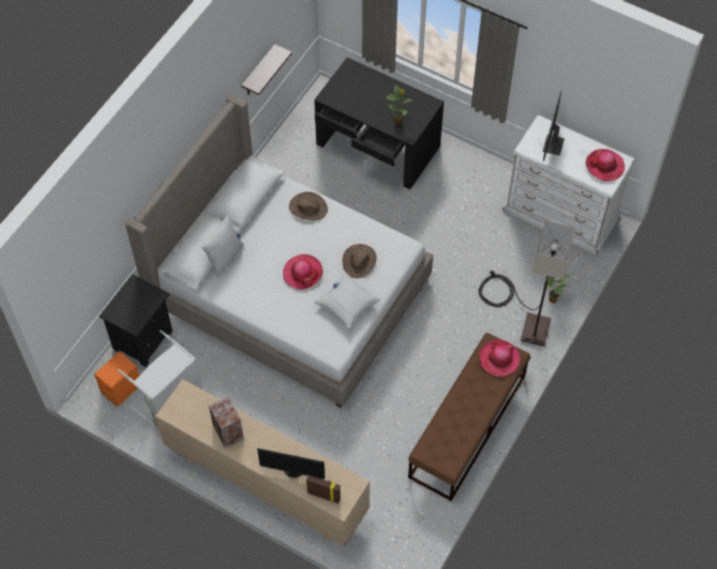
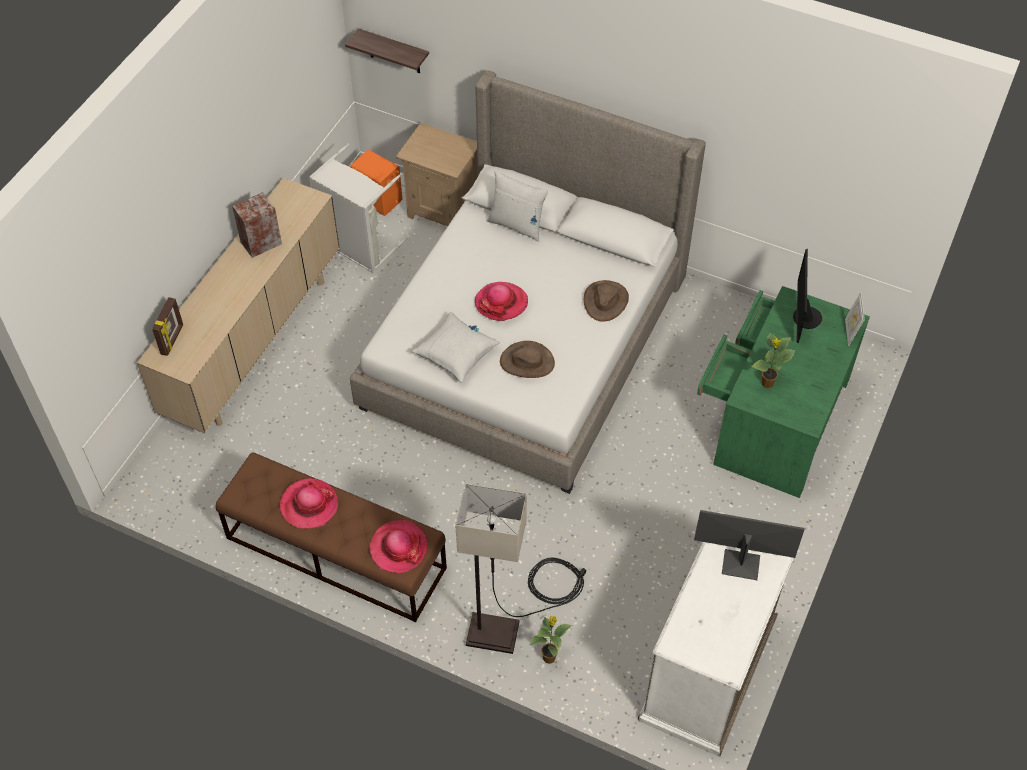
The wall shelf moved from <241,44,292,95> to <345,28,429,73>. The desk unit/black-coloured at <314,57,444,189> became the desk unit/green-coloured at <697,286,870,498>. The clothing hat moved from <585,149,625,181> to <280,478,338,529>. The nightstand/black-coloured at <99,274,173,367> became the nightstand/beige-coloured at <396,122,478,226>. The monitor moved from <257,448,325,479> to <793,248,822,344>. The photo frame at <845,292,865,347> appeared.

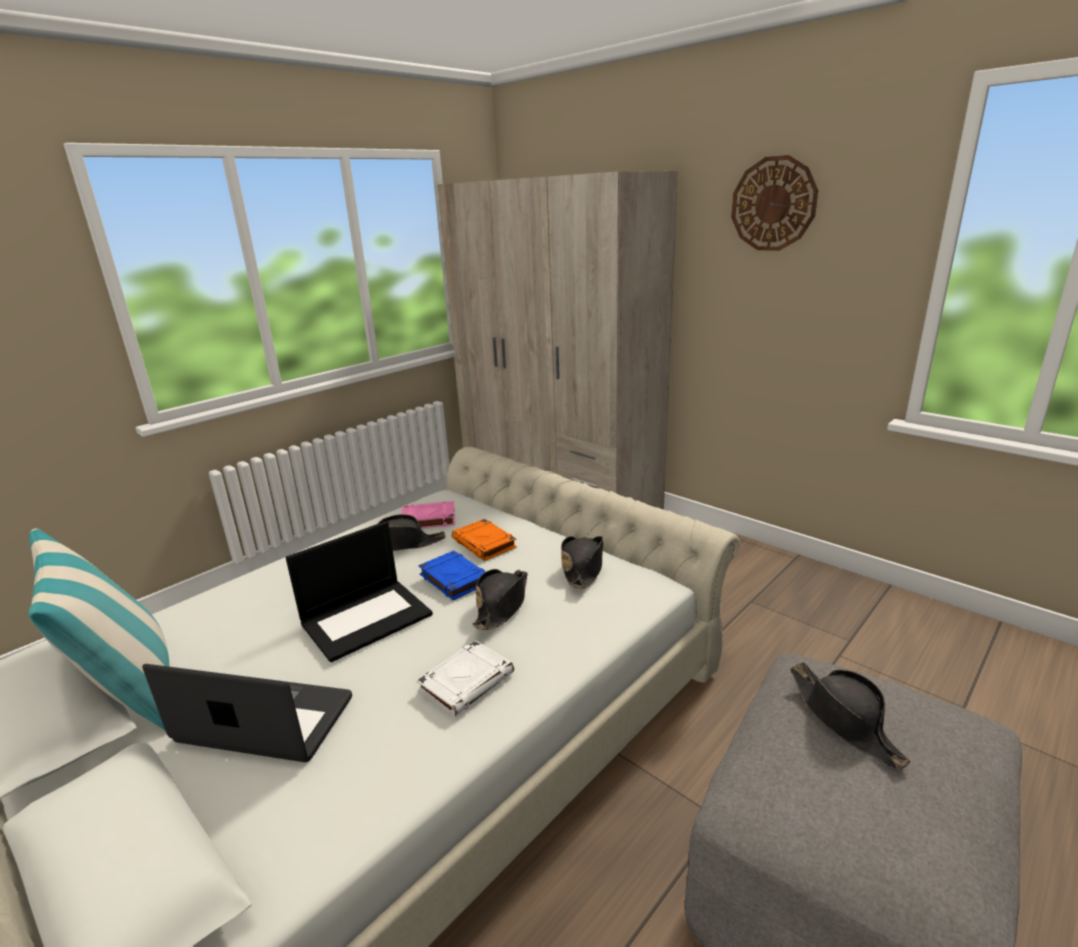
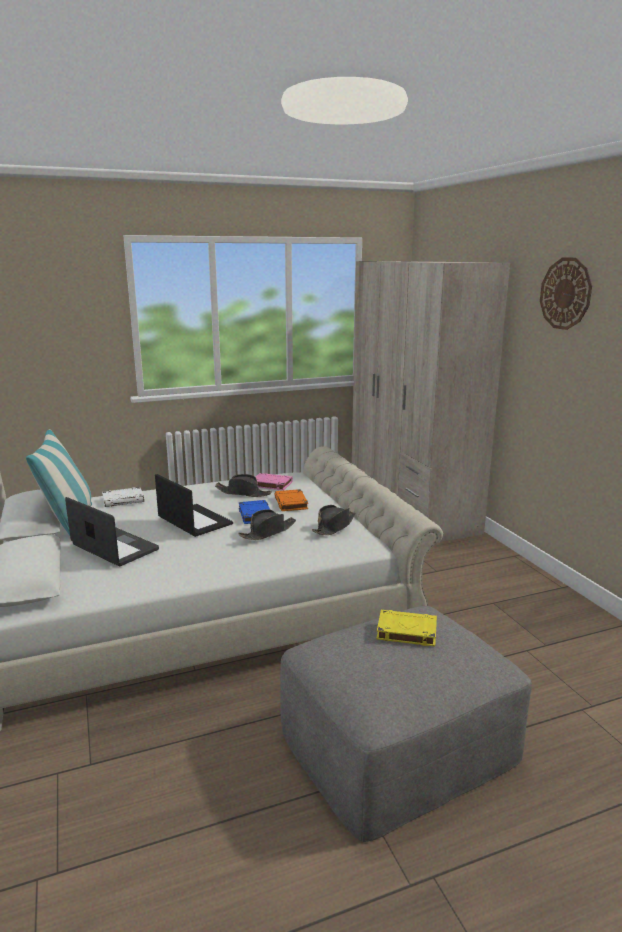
The notebook computer at <286,521,433,663> turned 120 degrees counterclockwise. The bound book/whitish moved from <416,640,514,717> to <102,487,144,507>. The clothing hat/black-coloured at <790,662,911,769> was replaced by the bound book/yellow at <376,610,437,646>.

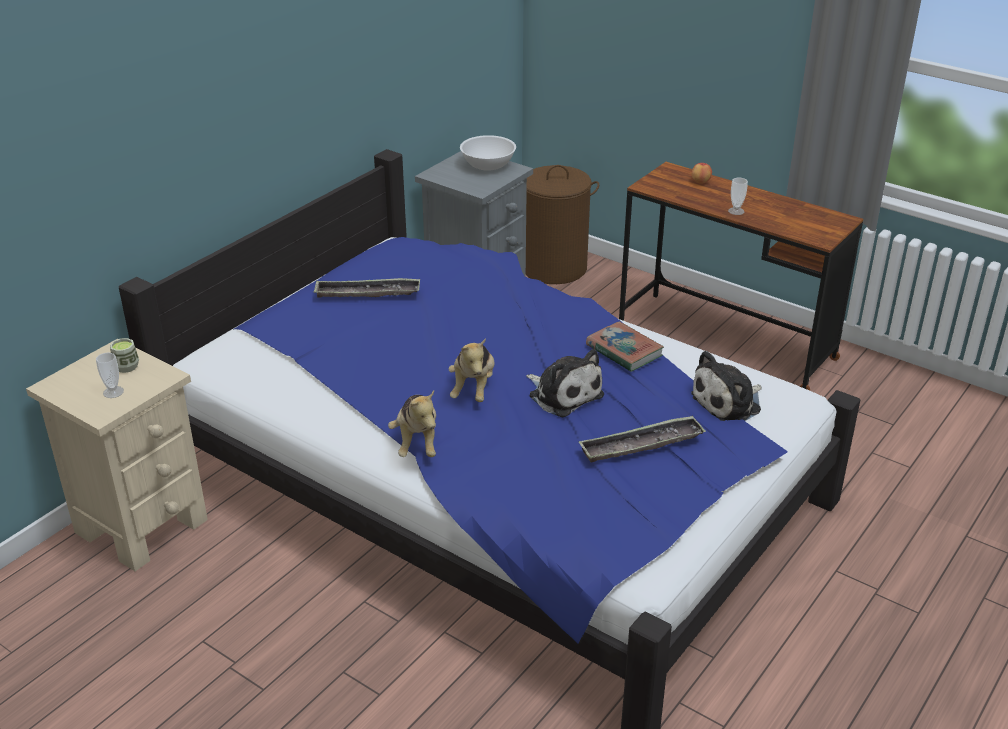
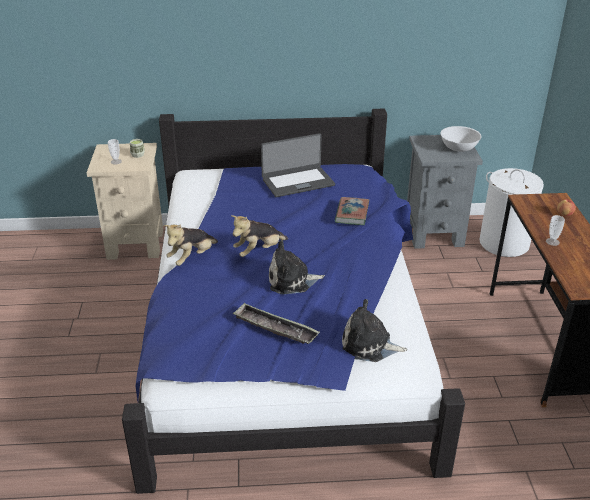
The laundry basket/brownish at <526,165,599,284> became the laundry basket/whitish at <480,168,545,257>. The tray at <313,278,420,298> was replaced by the notebook computer at <261,133,335,197>. The bound book moved from <586,321,664,372> to <335,197,369,225>. The soft toy at <526,349,604,417> turned 75 degrees clockwise.

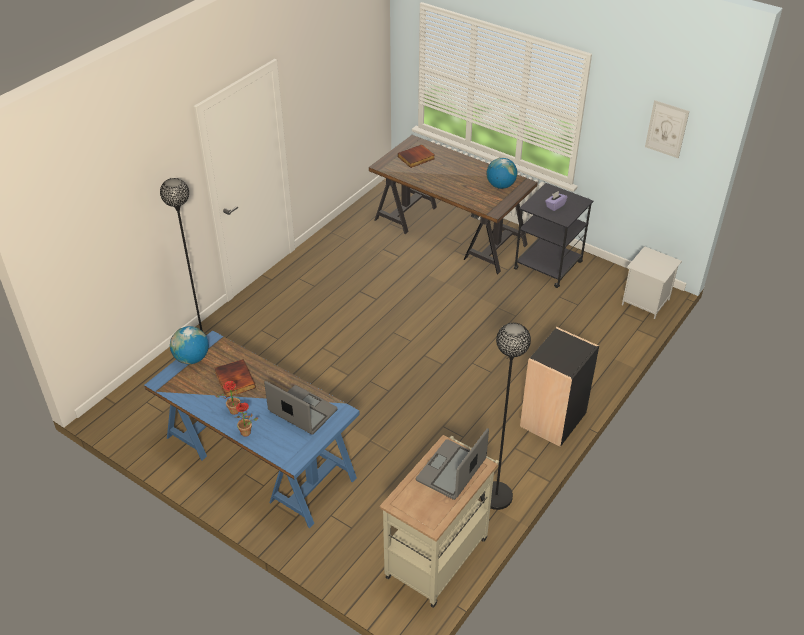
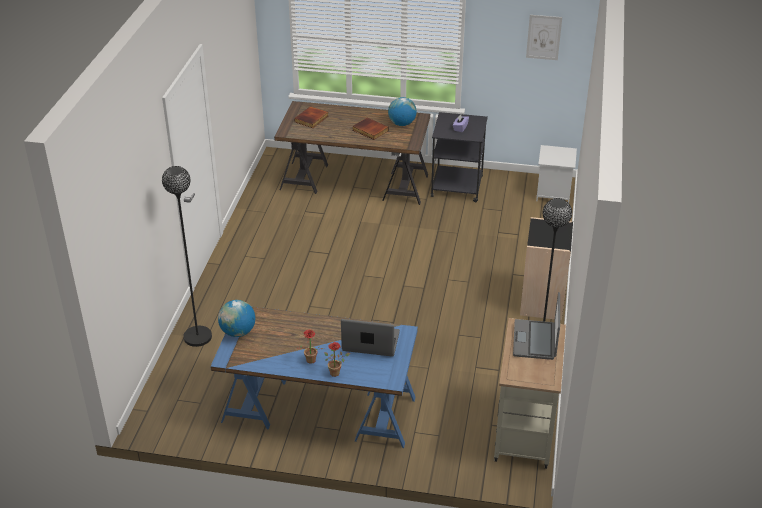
The bound book moved from <215,359,256,398> to <352,118,389,140>.

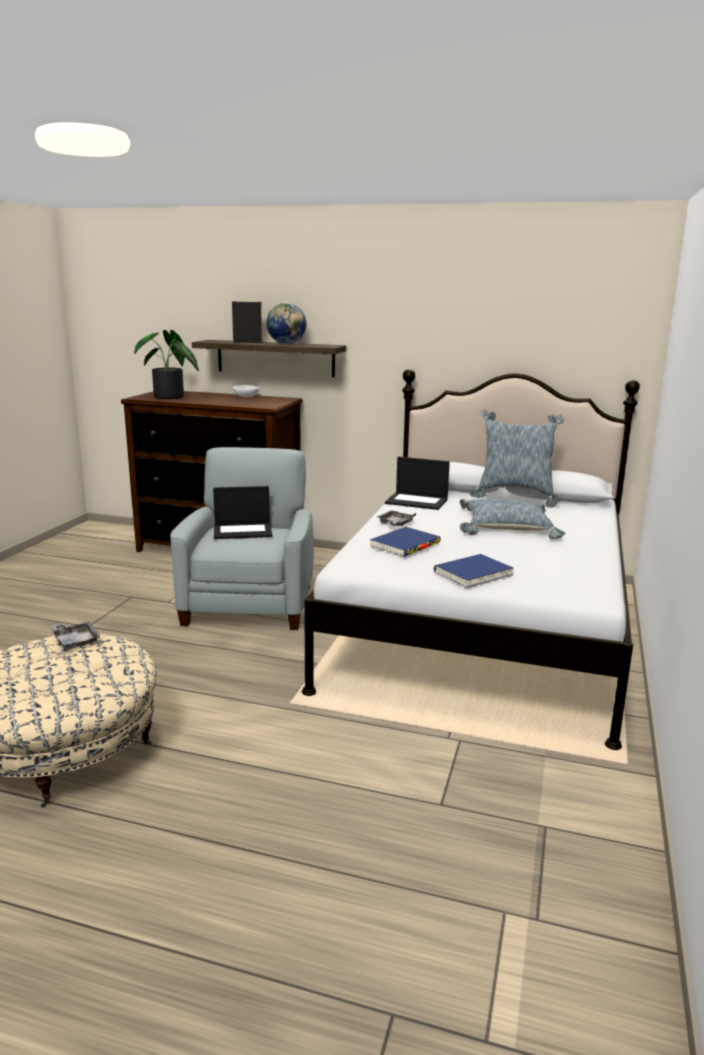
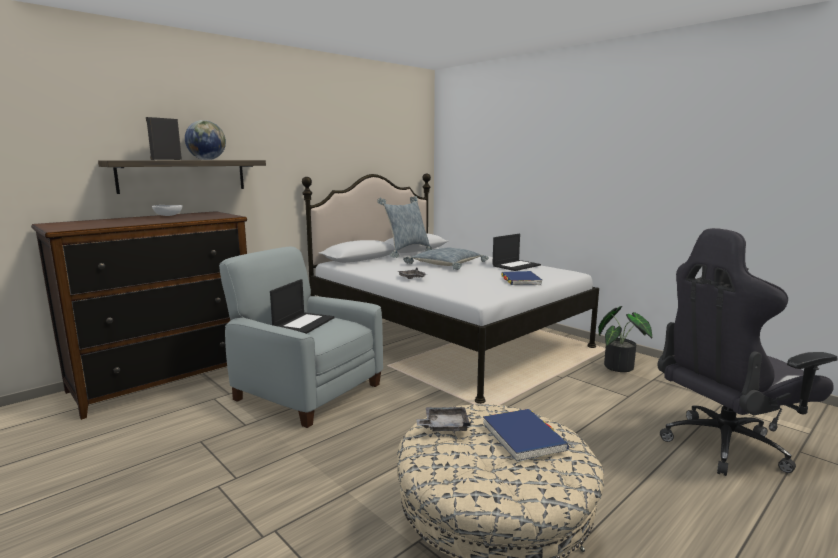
The potted plant moved from <134,330,199,399> to <598,306,652,372>. The notebook computer moved from <385,456,450,510> to <492,234,541,271>. The bound book/bluish moved from <370,527,441,557> to <483,409,569,463>. The office chair/black-coloured at <658,228,838,476> appeared.

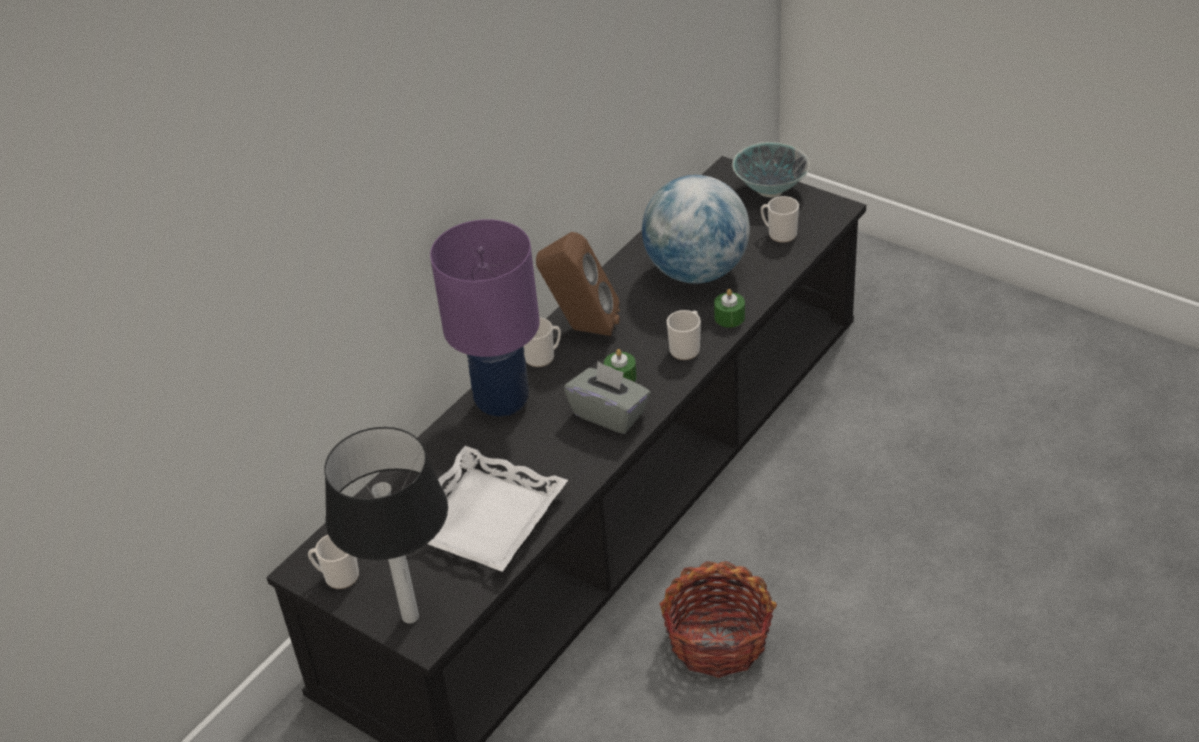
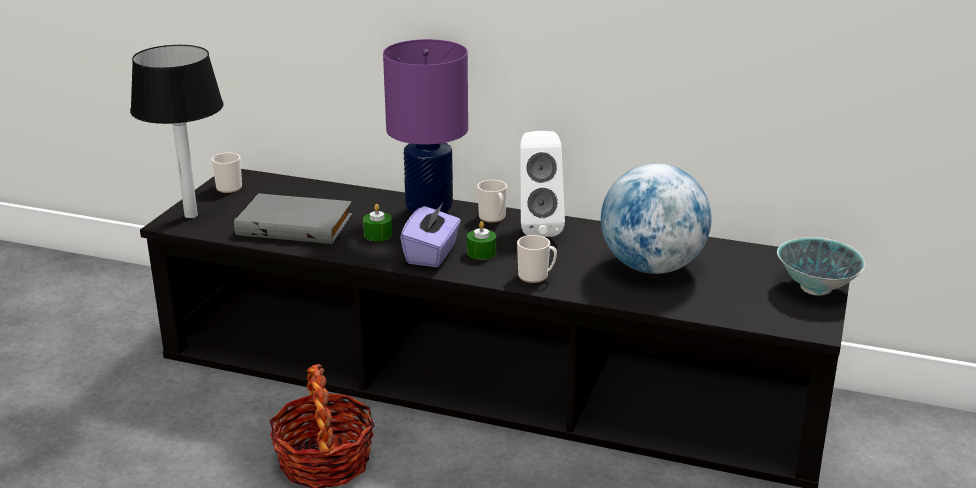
The coffee mug at <761,196,799,243> disappeared. The loudspeaker/brownish at <536,232,620,336> became the loudspeaker/whitish at <521,131,565,237>. The wax light/green-coloured moved from <714,289,745,328> to <363,204,392,241>. The box of tissues/grey at <564,361,650,434> became the box of tissues/purplish at <400,203,461,267>. The tray/whitish at <427,446,568,572> was replaced by the bound book/grey at <234,193,352,244>.

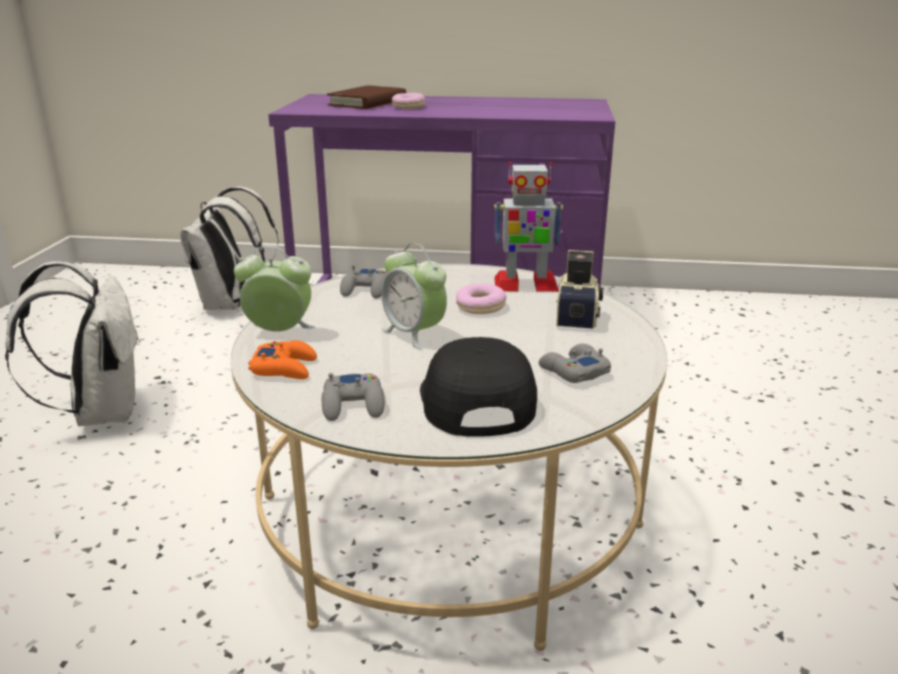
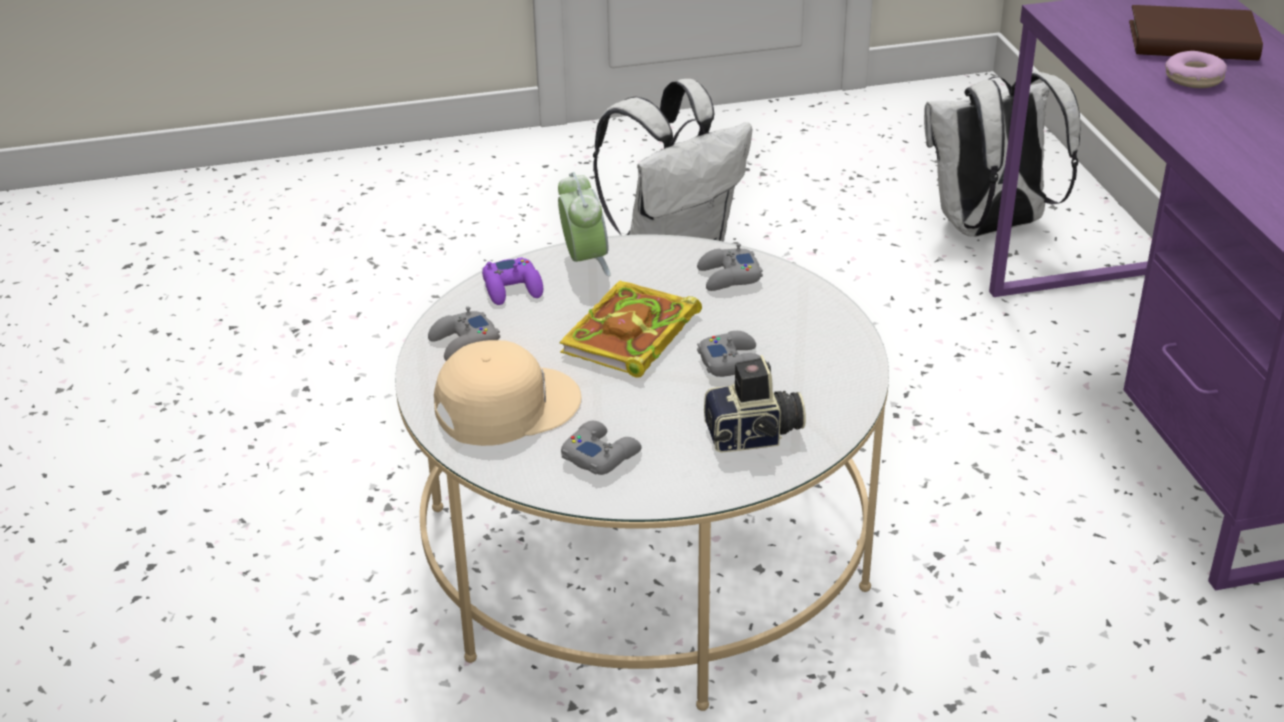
The model robot at <494,162,563,292> disappeared. The bedside clock at <381,243,447,350> was replaced by the bound book at <560,281,702,378>. The donut at <456,284,506,314> was replaced by the joypad/grey at <697,331,767,377>. The baseball cap/black-coloured at <420,337,537,437> became the baseball cap/beige-coloured at <434,340,582,446>. The joypad/orangey at <248,340,317,379> became the joypad/purplish at <482,257,543,305>.

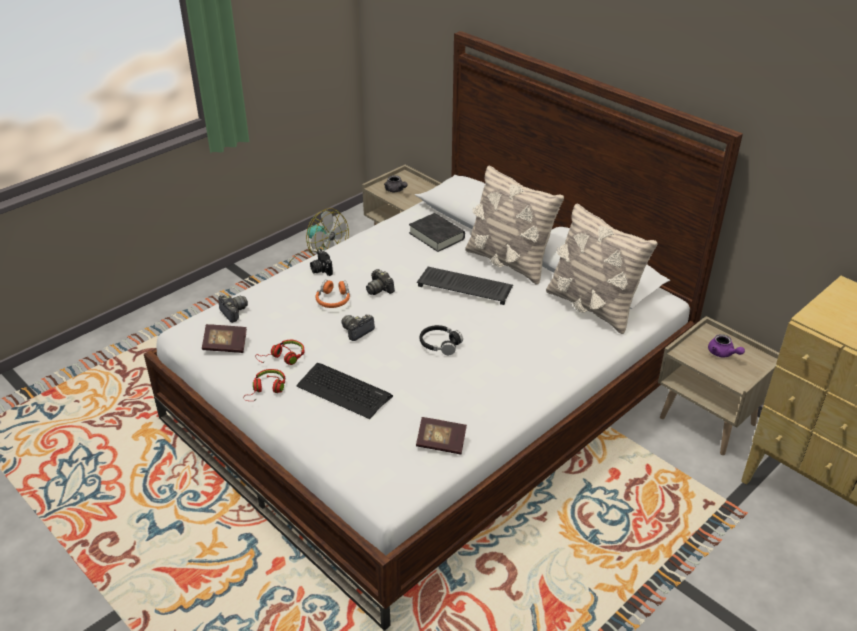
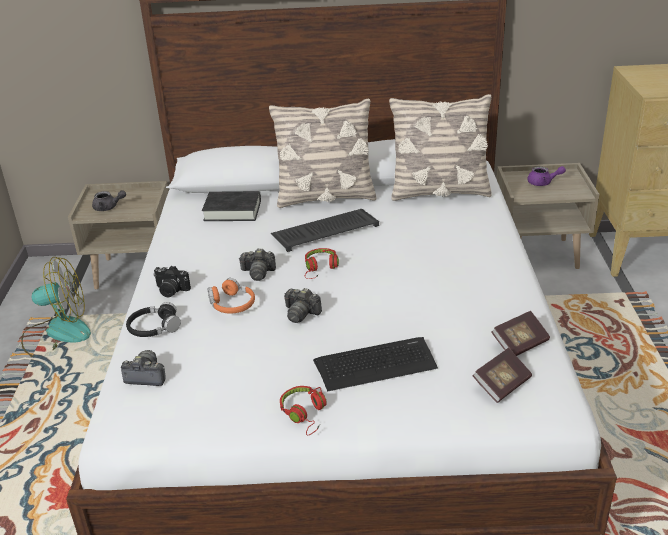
The photo camera at <341,315,375,341> turned 60 degrees counterclockwise. The bound book moved from <202,324,247,353> to <473,348,532,403>. The headset/black-coloured moved from <419,325,463,355> to <126,302,181,337>. The headset/red-coloured moved from <256,340,305,365> to <305,248,339,279>.

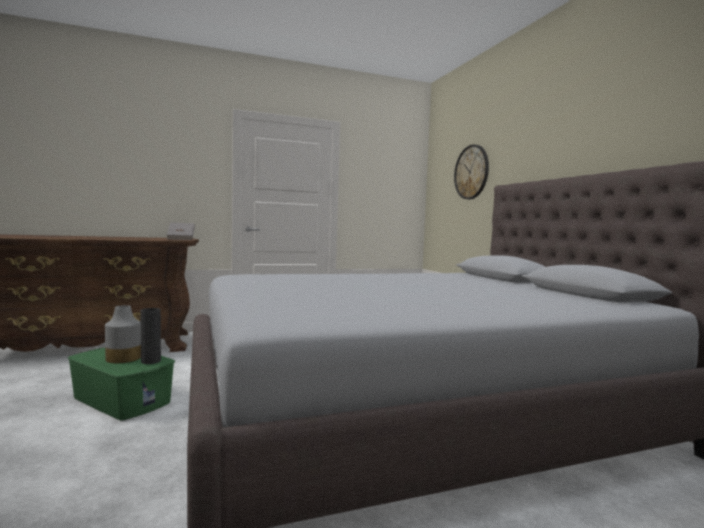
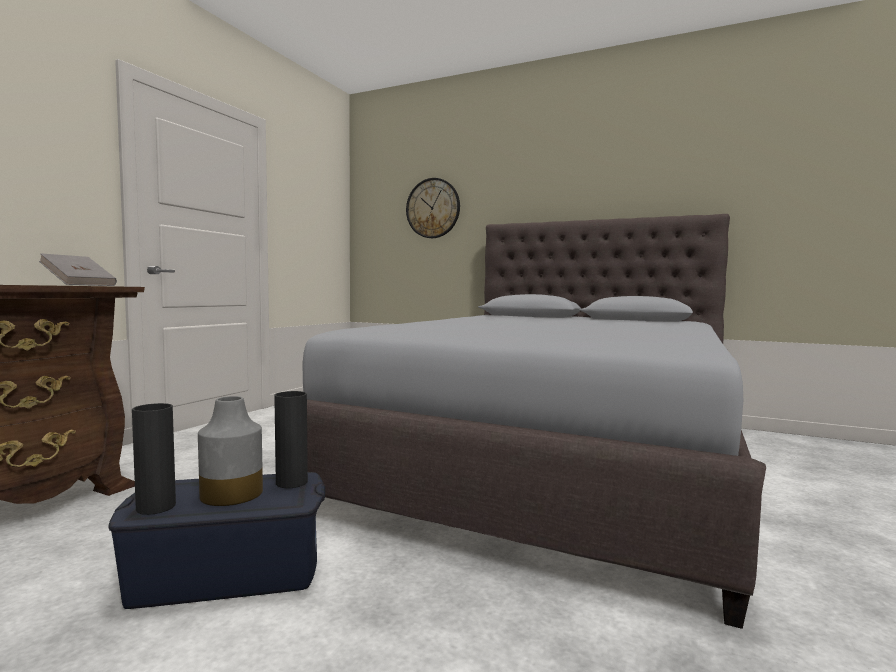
The storage container/green-coloured at <68,348,175,420> became the storage container/bluish at <108,472,325,609>. The flower vase/black-coloured at <132,403,176,515> appeared.

